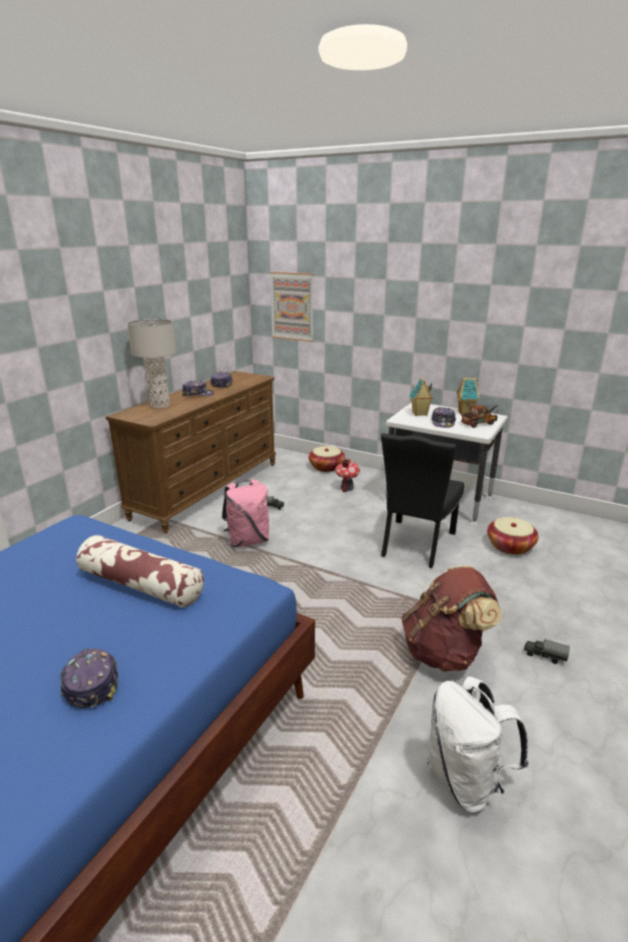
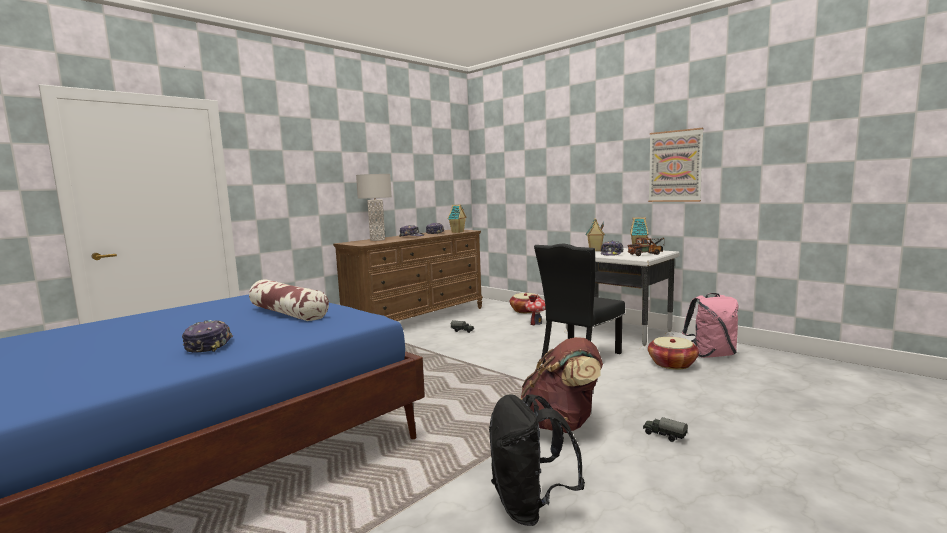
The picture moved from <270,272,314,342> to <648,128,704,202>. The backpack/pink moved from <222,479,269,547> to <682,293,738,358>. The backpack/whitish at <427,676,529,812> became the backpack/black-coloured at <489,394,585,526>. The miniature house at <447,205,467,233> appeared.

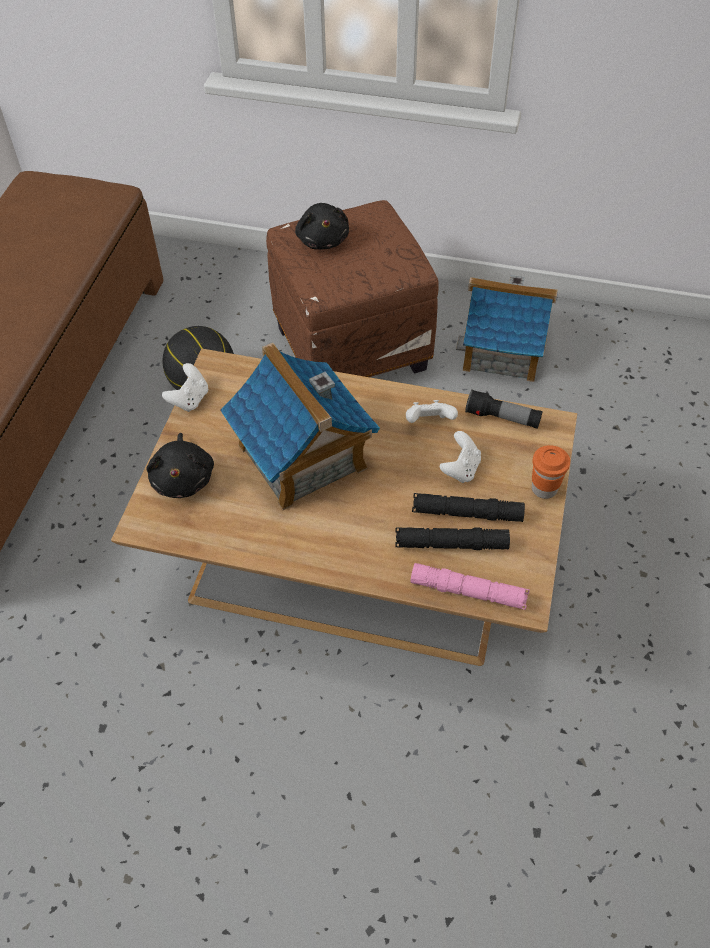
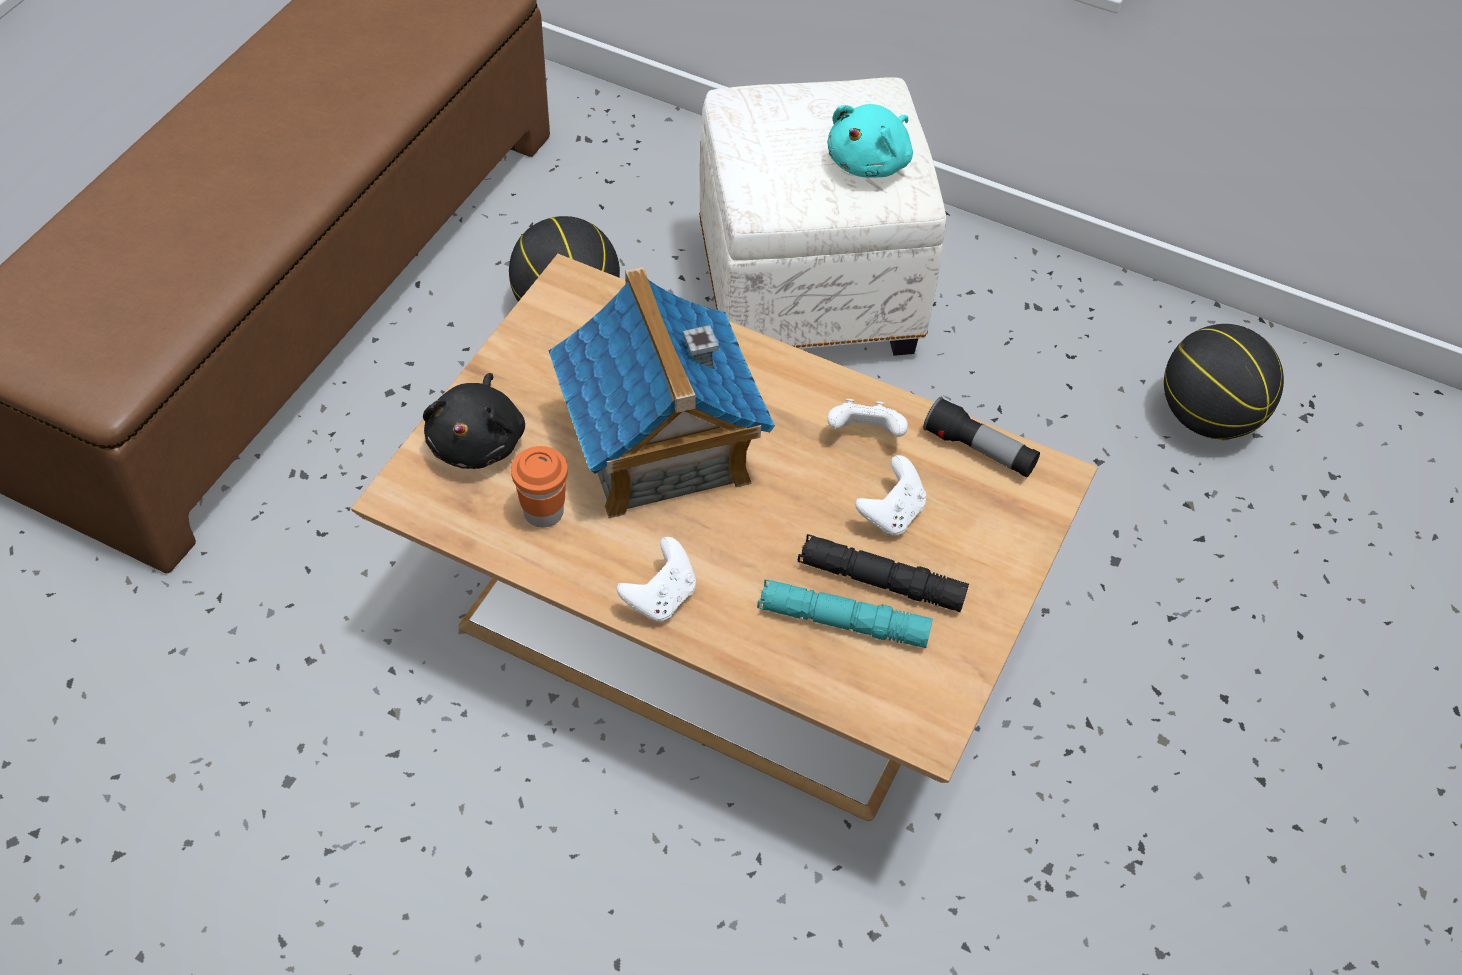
The pouffe/brownish at <266,200,439,377> became the pouffe/whitish at <699,77,946,356>. The soft toy/black-coloured at <295,203,349,249> disappeared. The miniature house at <456,275,558,382> disappeared. The joypad/whitish moved from <162,363,208,412> to <617,537,696,621>. The cup/orangey moved from <532,445,570,499> to <511,446,568,528>. The torch/black-coloured at <395,527,510,550> became the torch/turquoise-coloured at <757,579,933,648>. The torch/pink at <411,563,530,610> disappeared. The soft toy/turquoise-coloured at <827,104,913,178> appeared. The basketball at <1164,324,1284,439> appeared.

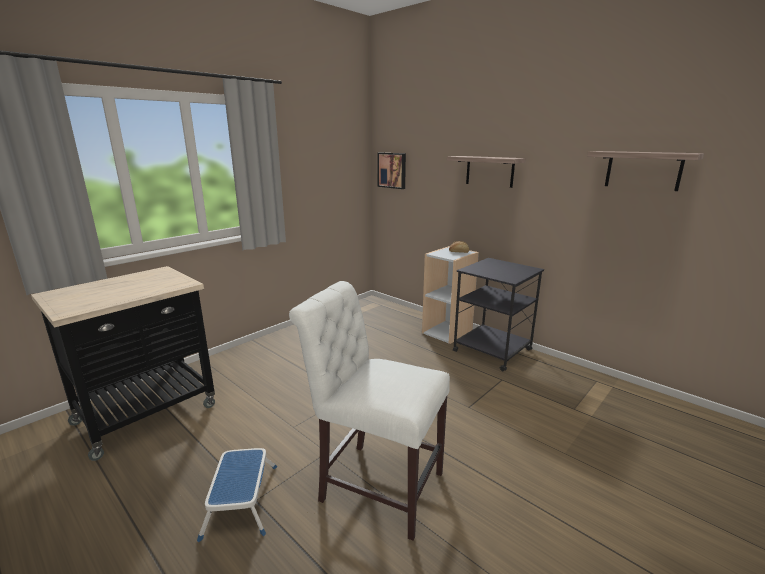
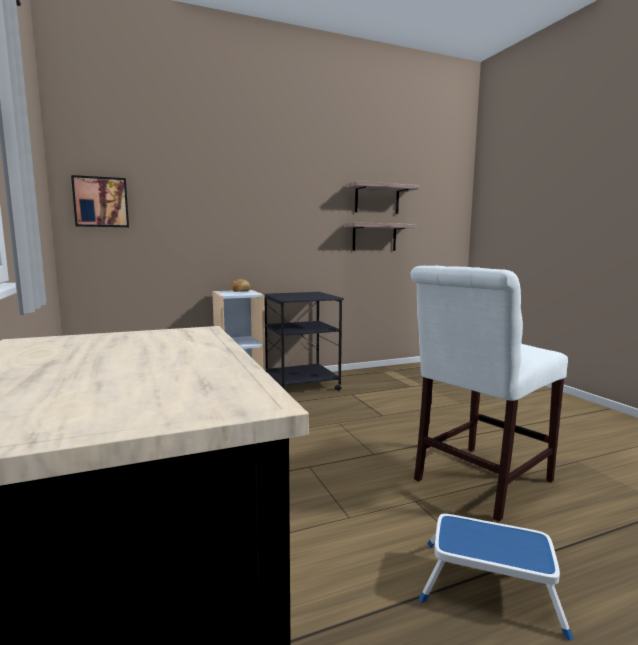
The wall shelf moved from <447,156,526,188> to <344,222,416,251>.

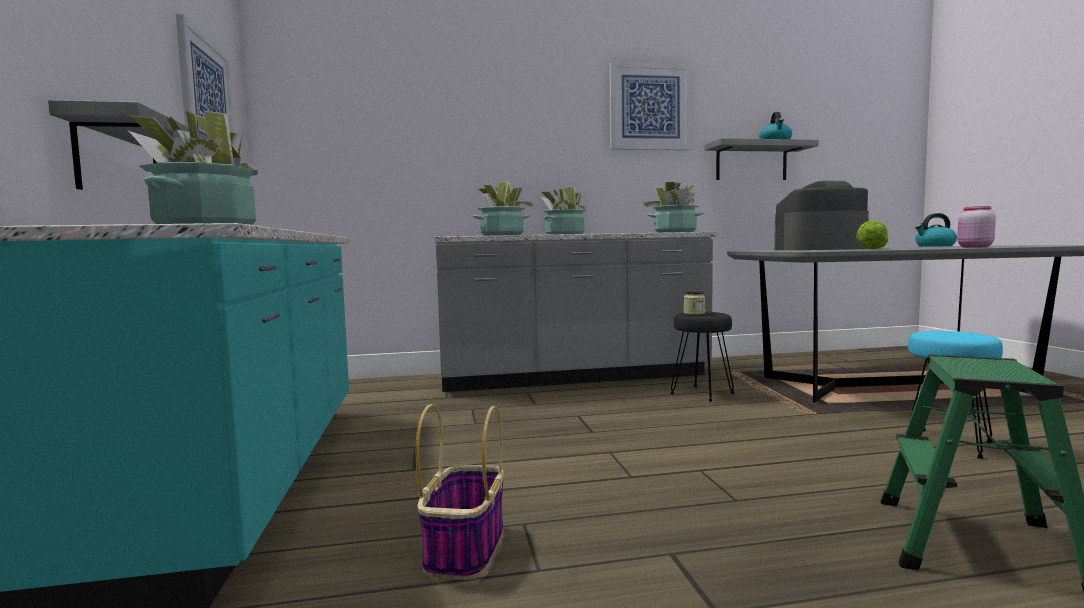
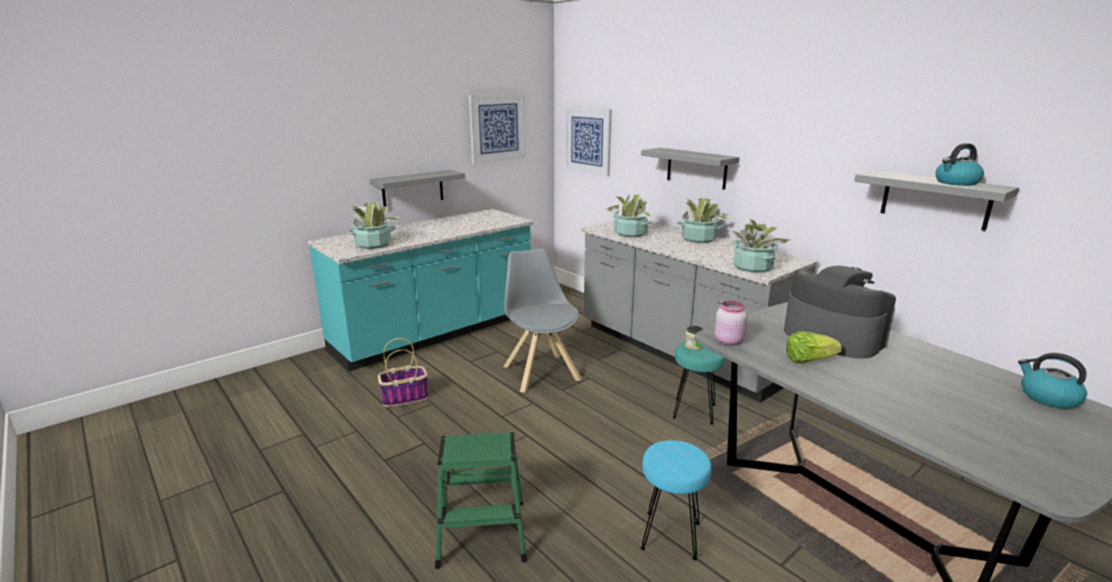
The picture moved from <609,61,691,150> to <565,106,612,177>. The storage jar/pink moved from <957,206,996,248> to <714,301,748,346>. The sitting stool/black-coloured at <670,312,735,402> became the sitting stool/turquoise-coloured at <672,342,725,425>. The wall shelf/grey at <641,148,740,190> appeared. The chair/grey at <503,248,582,393> appeared.

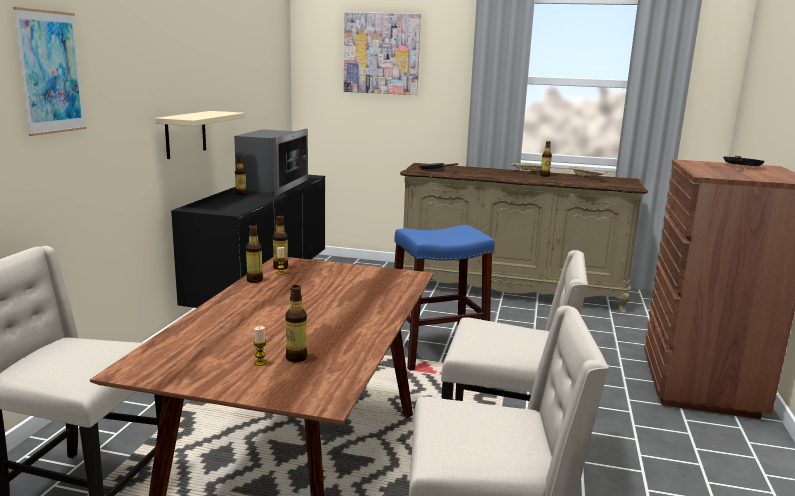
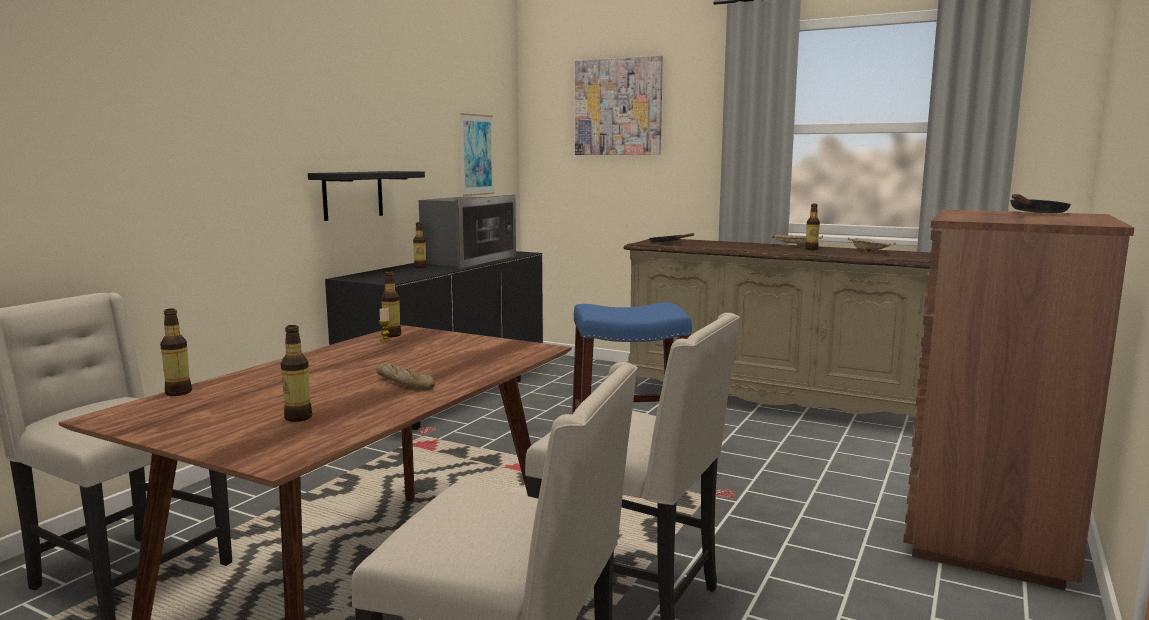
The picture moved from <13,7,86,136> to <461,113,494,196>. The wall shelf/beige-coloured at <155,111,245,159> became the wall shelf/black-coloured at <308,171,425,221>. The bottle moved from <246,225,263,283> to <160,309,192,396>. The wax light at <253,326,267,366> disappeared. The bread at <376,363,435,390> appeared.

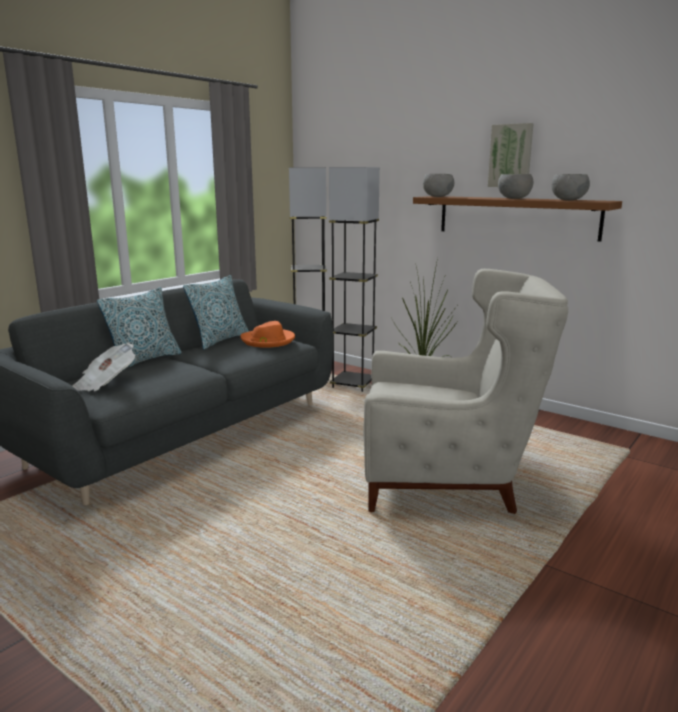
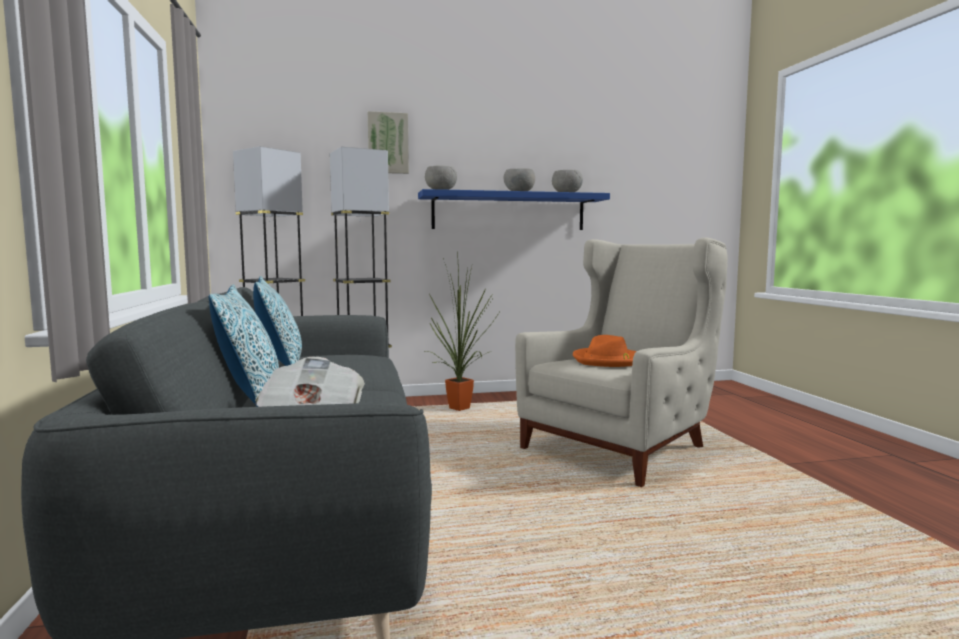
The picture moved from <488,123,534,187> to <368,111,409,174>. The wall shelf/brownish at <413,196,622,242> became the wall shelf/bluish at <418,189,610,230>. The clothing hat/orangey moved from <241,321,295,348> to <573,335,636,367>.

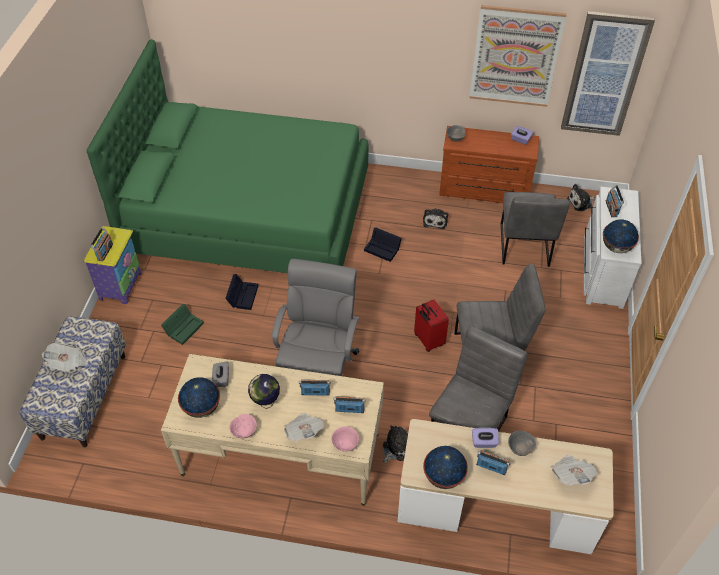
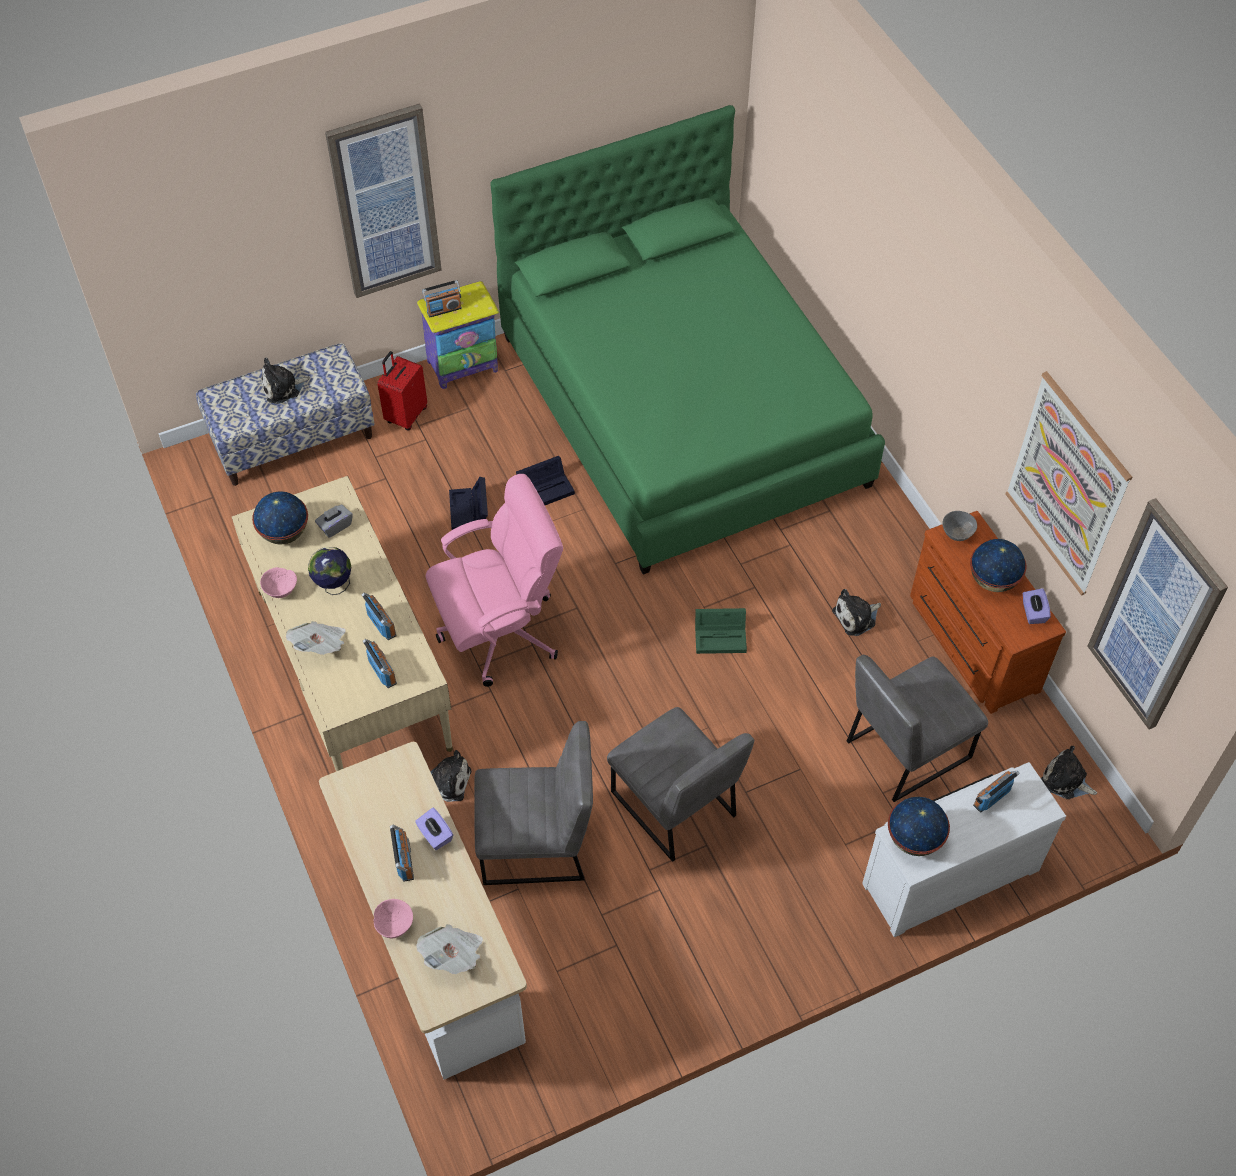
The storage container/black-coloured moved from <364,227,402,262> to <449,477,488,530>. The office chair/grey at <272,259,359,376> became the office chair/pink at <426,474,563,687>. The suitcase/red-coloured moved from <414,300,449,352> to <377,351,427,431>. The storage container/green-coloured moved from <161,304,204,345> to <695,608,747,654>. The printed paper at <42,342,88,372> was replaced by the soft toy at <261,357,310,404>. The serving bowl/pink moved from <331,426,359,451> to <373,899,413,939>. The serving bowl/grey at <508,431,536,456> disappeared. The globe moved from <423,446,468,489> to <970,539,1026,592>. The picture at <325,103,442,298> appeared.

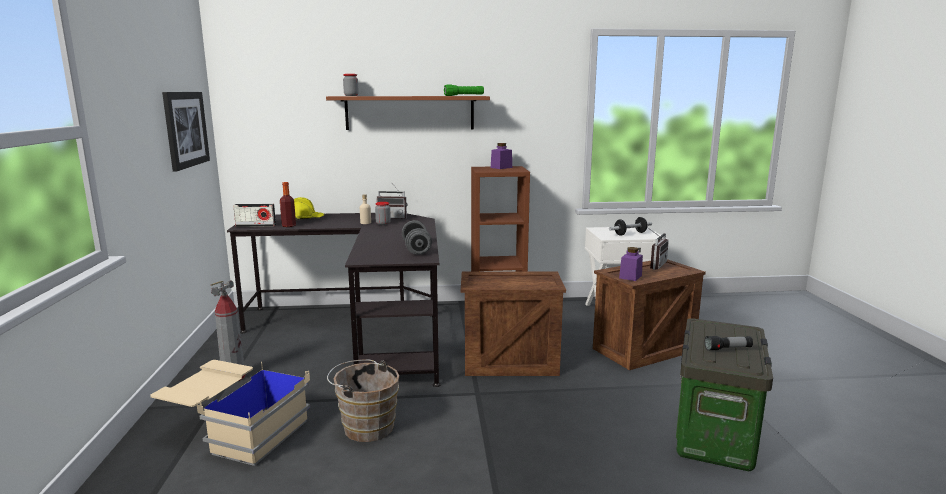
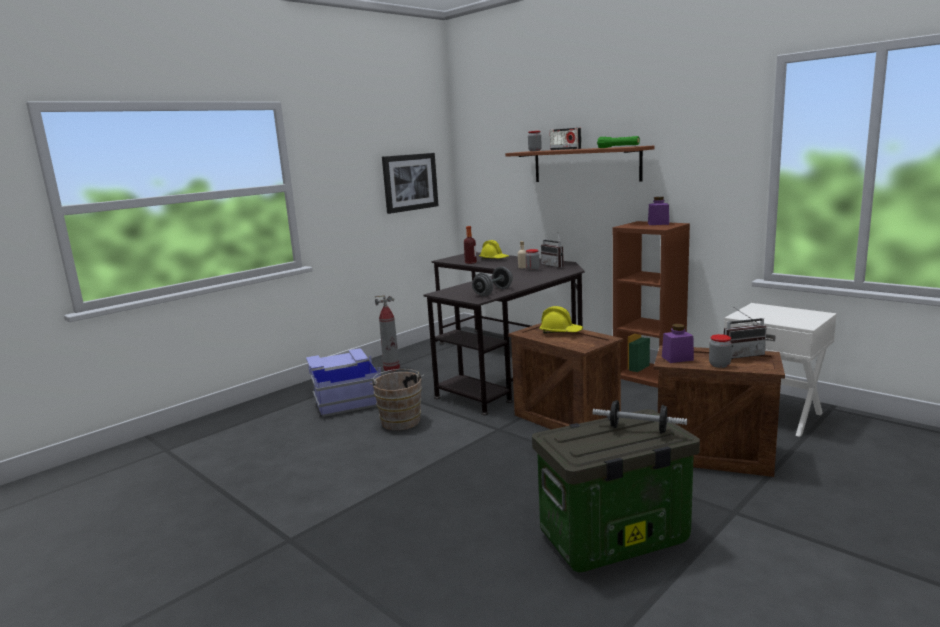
The radio moved from <233,204,276,227> to <550,128,582,150>. The free weight moved from <609,217,652,236> to <593,400,687,434>. The torch at <704,336,753,351> disappeared. The storage container/beige-coloured at <150,360,310,466> became the storage container/bluish at <306,348,381,417>. The hard hat/yellow at <539,306,583,334> appeared. The storage jar at <709,334,732,368> appeared.

